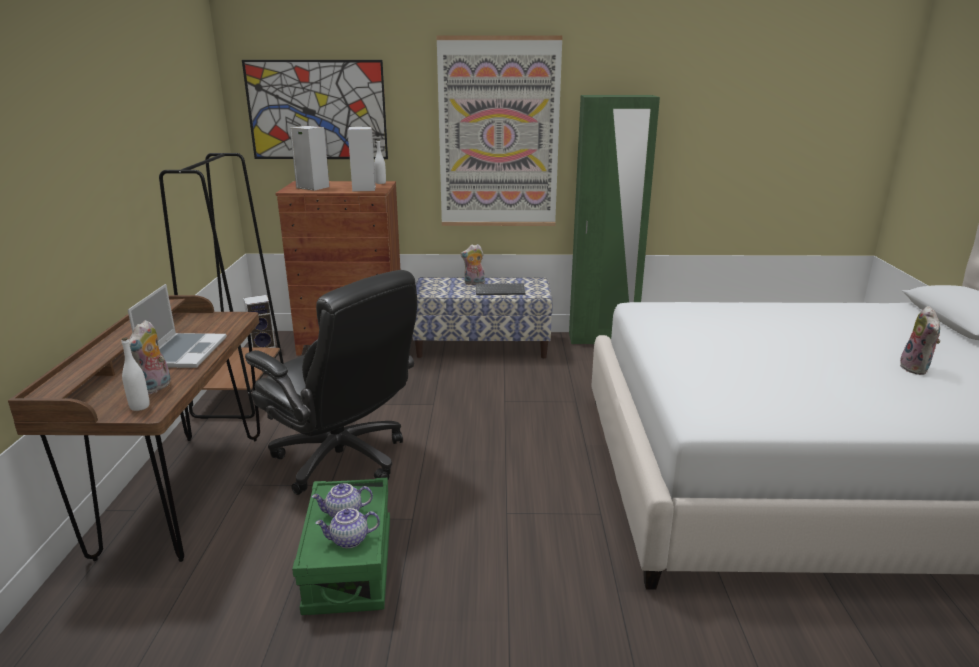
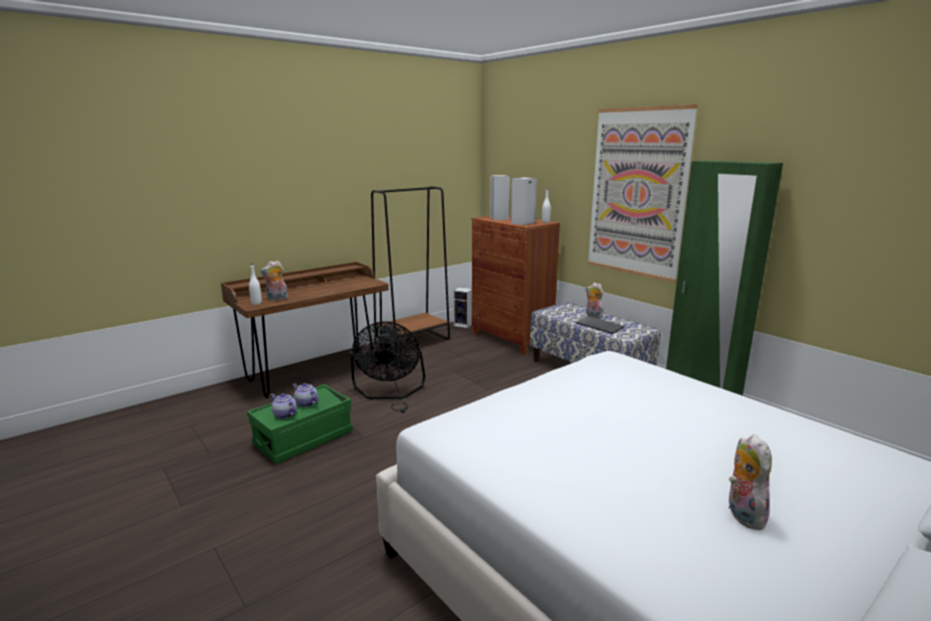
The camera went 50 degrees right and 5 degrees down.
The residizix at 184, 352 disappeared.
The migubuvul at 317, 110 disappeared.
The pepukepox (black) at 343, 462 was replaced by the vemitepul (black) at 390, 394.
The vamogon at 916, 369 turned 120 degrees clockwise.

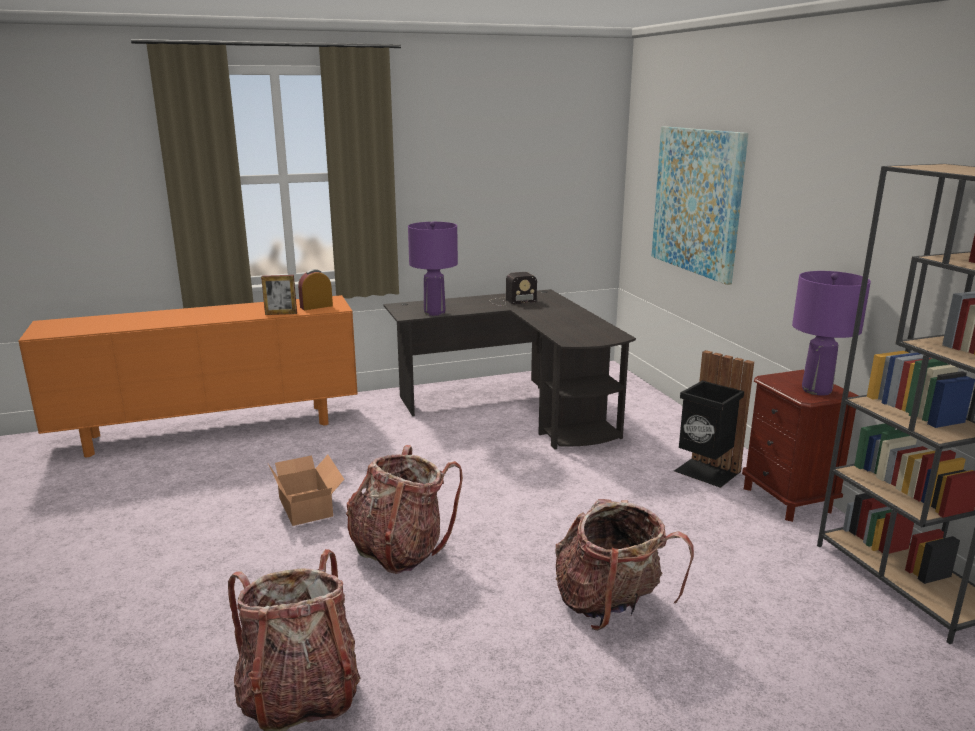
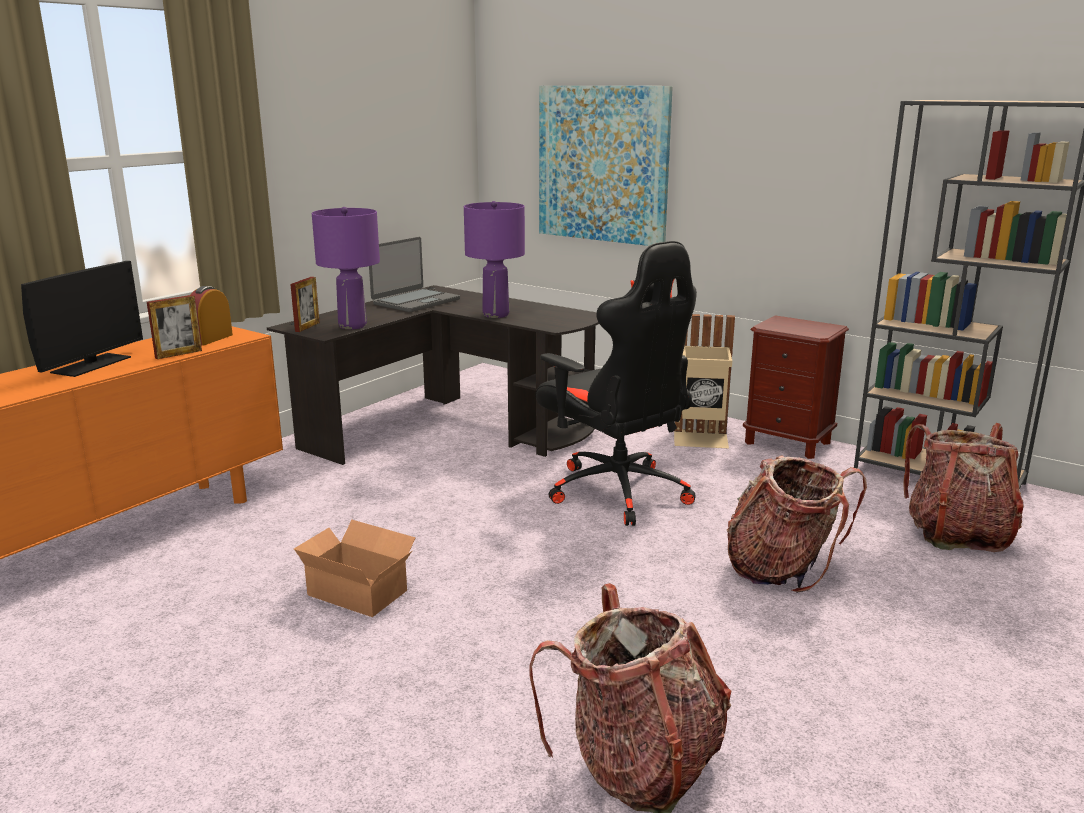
The camera went 35 degrees left and 0 degrees up.
The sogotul at 91, 365 appeared.
The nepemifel at 307, 327 appeared.
The pepukepox (black) at 611, 488 appeared.
The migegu moved from 400, 550 to 957, 534.
The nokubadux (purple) moved from 816, 390 to 495, 314.
The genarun at 511, 301 was replaced by the residizix at 415, 302.
The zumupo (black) at 706, 472 became the zumupo (beige) at 701, 439.

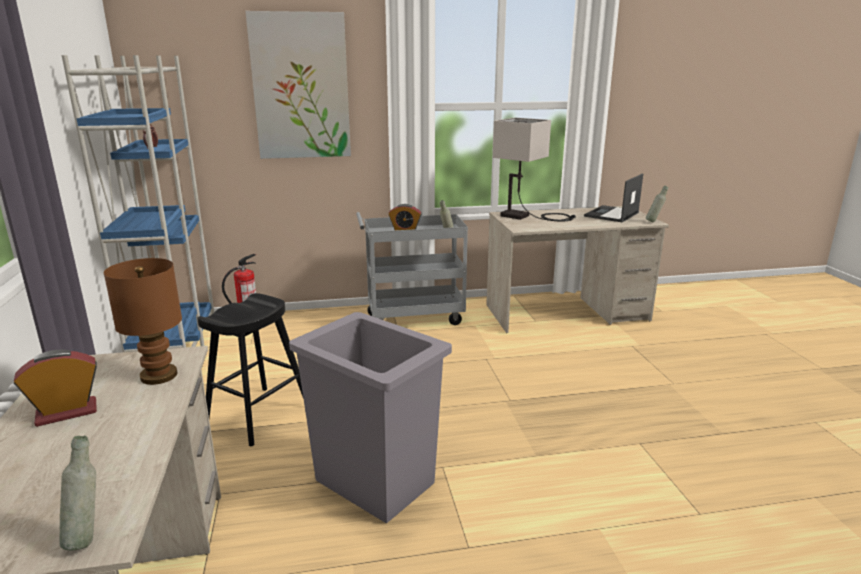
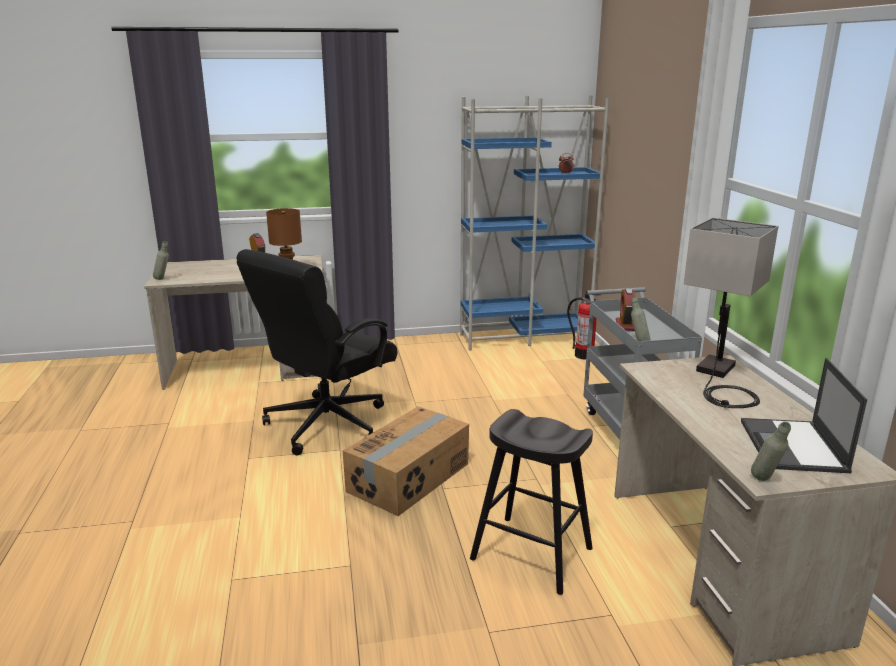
The camera went 90 degrees right and 0 degrees up.
The migubuvul at 301, 87 disappeared.
The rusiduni at 409, 477 appeared.
The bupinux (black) moved from 259, 415 to 532, 554.
The zumupo (grey) at 375, 483 was replaced by the pepukepox (black) at 328, 423.
The residizix at 611, 214 turned 120 degrees counterclockwise.

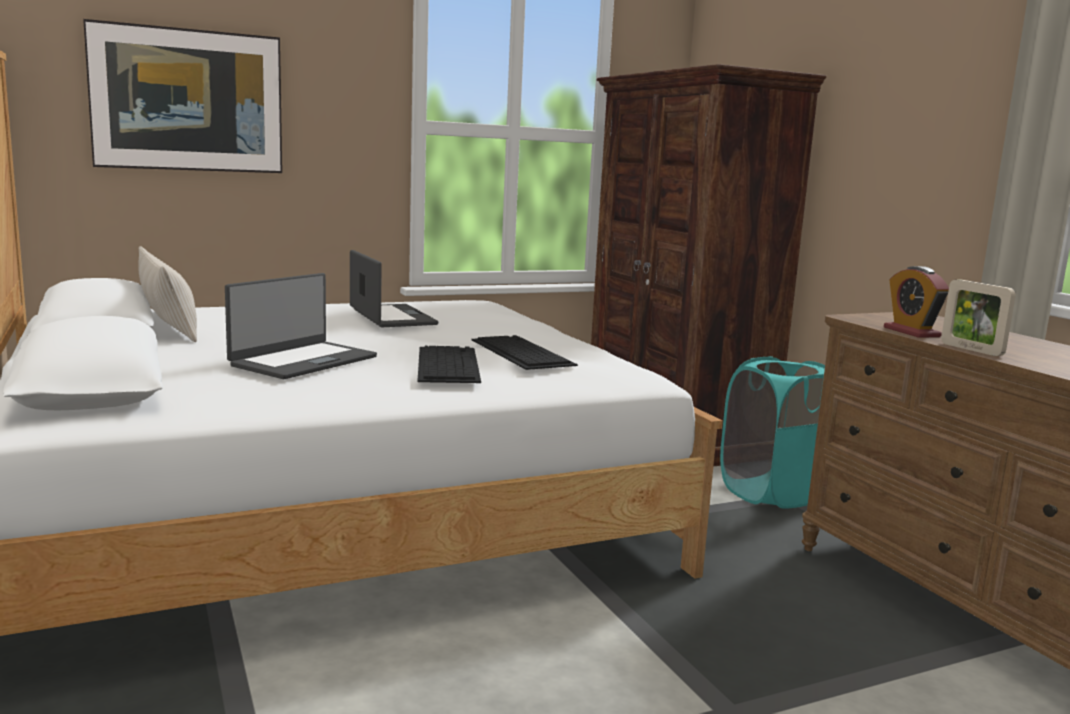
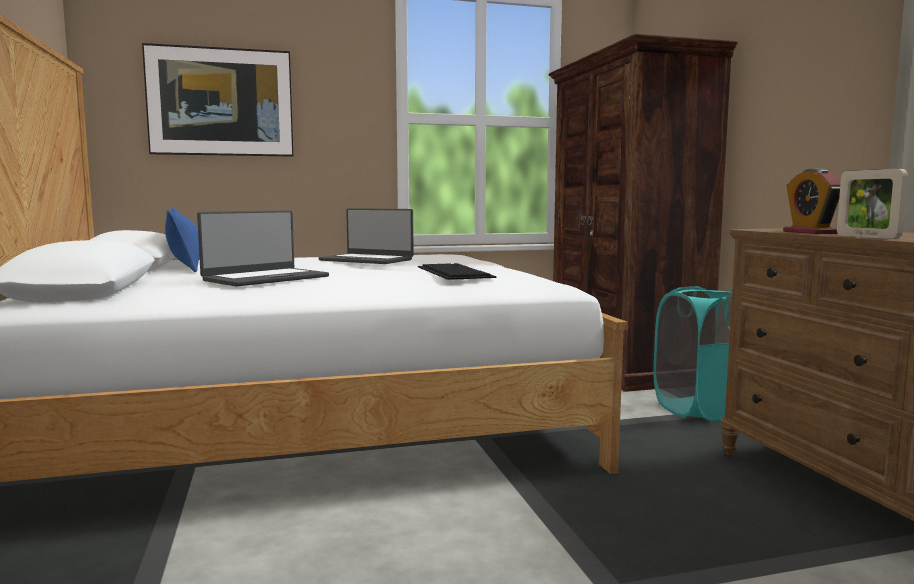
The camera went 10 degrees right and 5 degrees down.
The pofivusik at 447, 364 disappeared.
The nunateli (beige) at 168, 327 became the nunateli (blue) at 185, 266.
The residizix at 391, 317 turned 135 degrees clockwise.

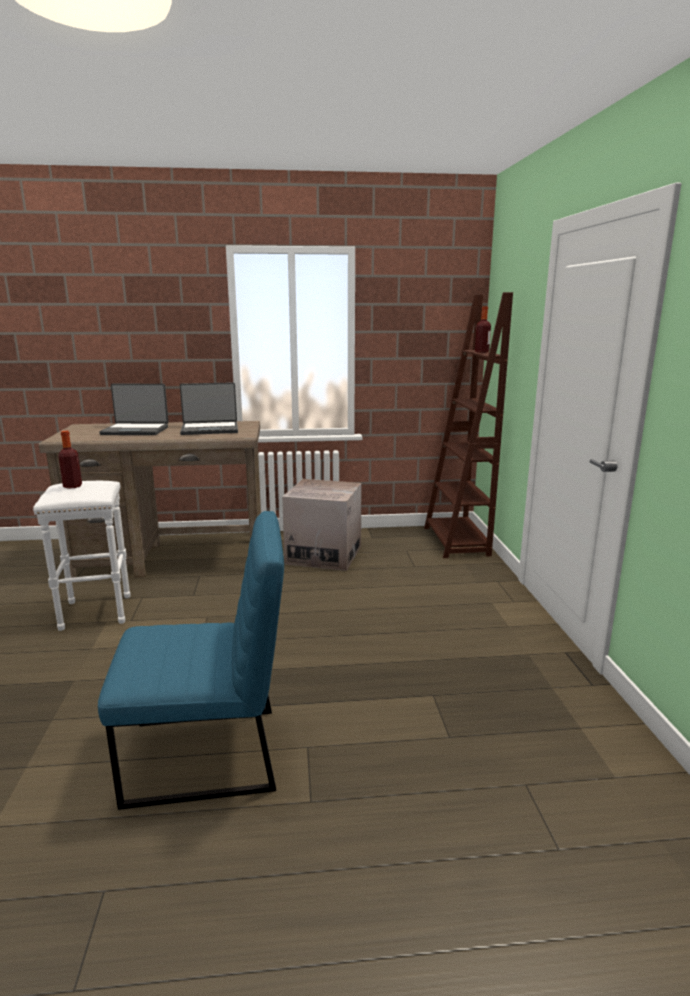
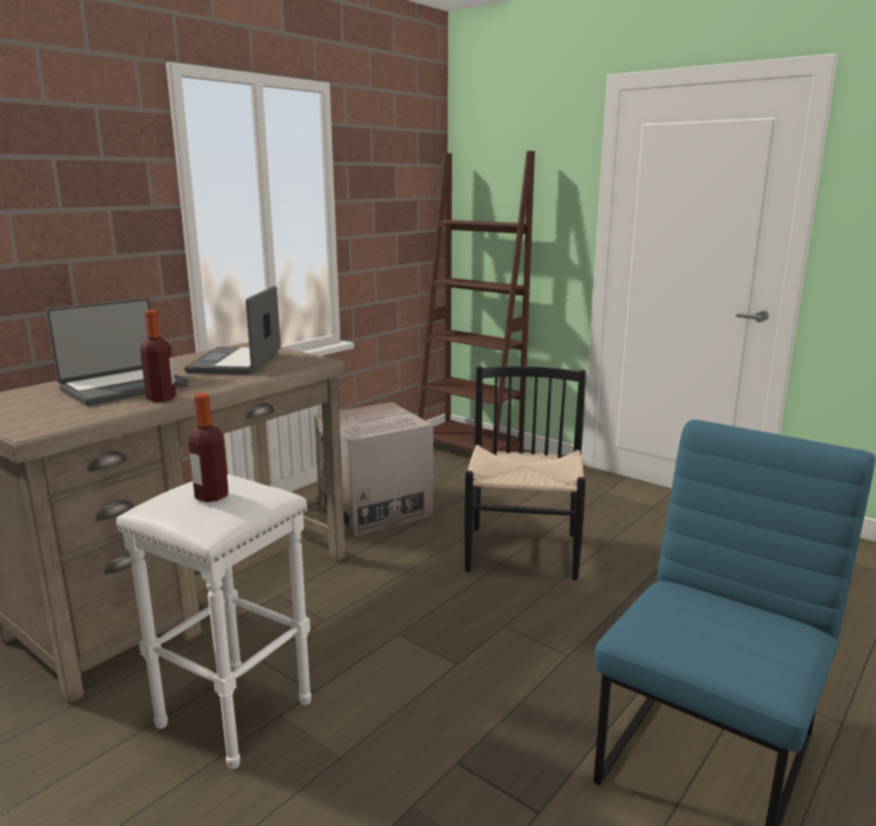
The camera went 45 degrees left and 0 degrees up.
The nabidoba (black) at 523, 550 appeared.
The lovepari moved from 481, 352 to 161, 398.
The residizix at 210, 429 turned 150 degrees clockwise.

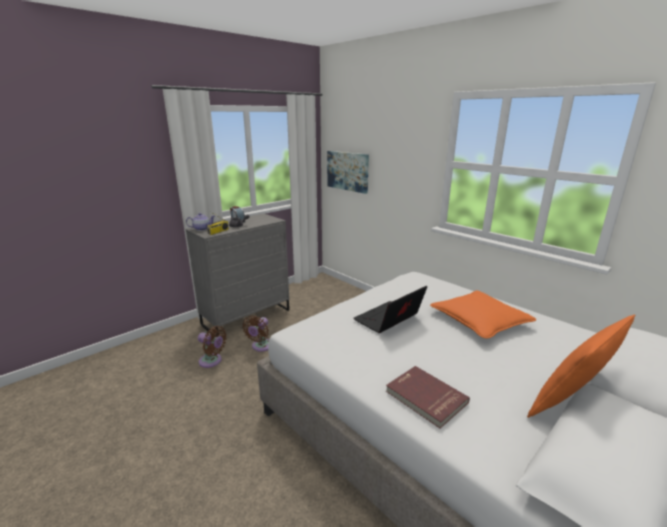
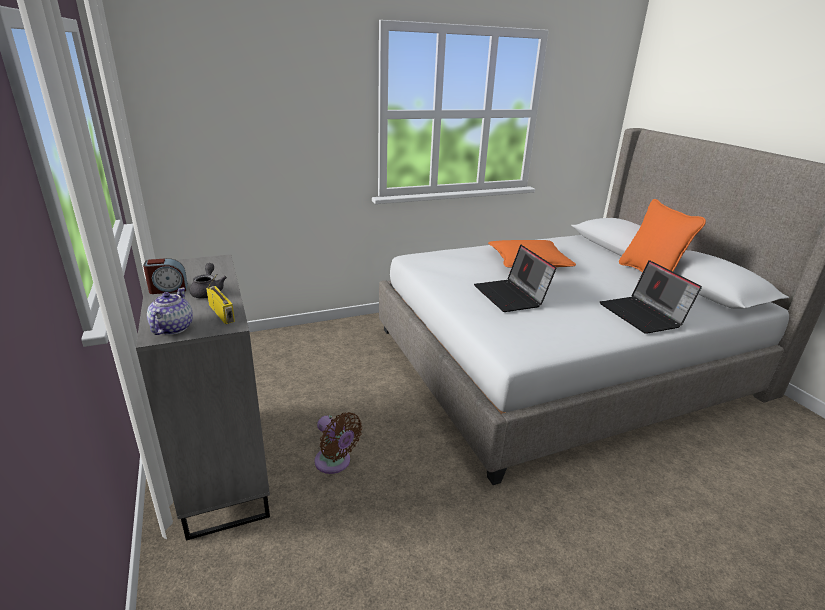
The camera went 70 degrees left and 5 degrees up.
The vemitepul (brown) at 212, 361 disappeared.
The migubuvul at 347, 171 disappeared.
The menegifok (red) at 425, 397 was replaced by the residizix at 643, 315.

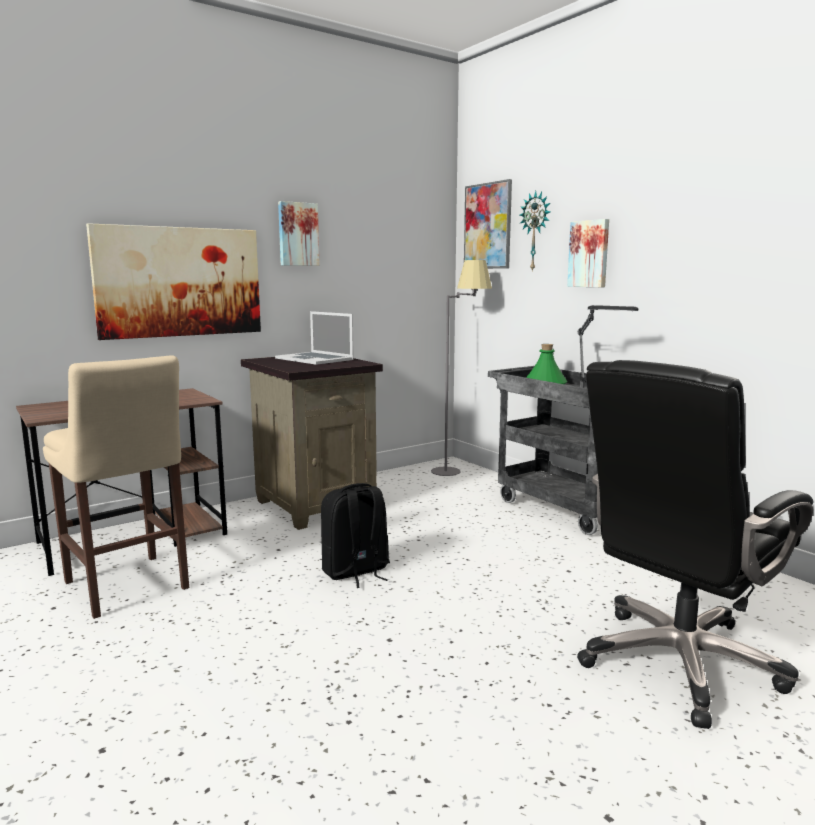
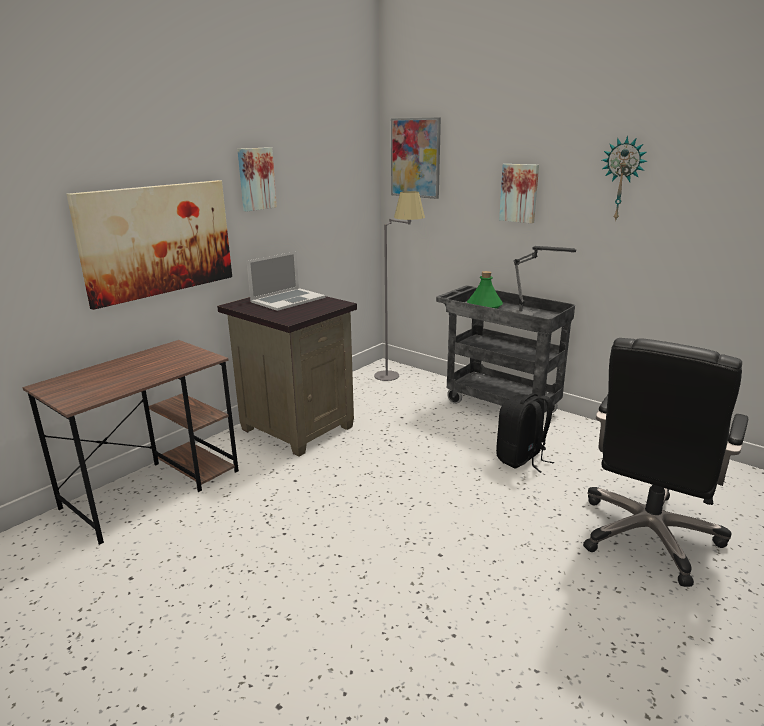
The camera went 15 degrees left and 10 degrees up.
The bupinux (beige) at 128, 587 disappeared.
The migegu (black) moved from 355, 572 to 521, 459.
The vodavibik moved from 536, 231 to 622, 179.
The residizix at 314, 359 turned 75 degrees counterclockwise.

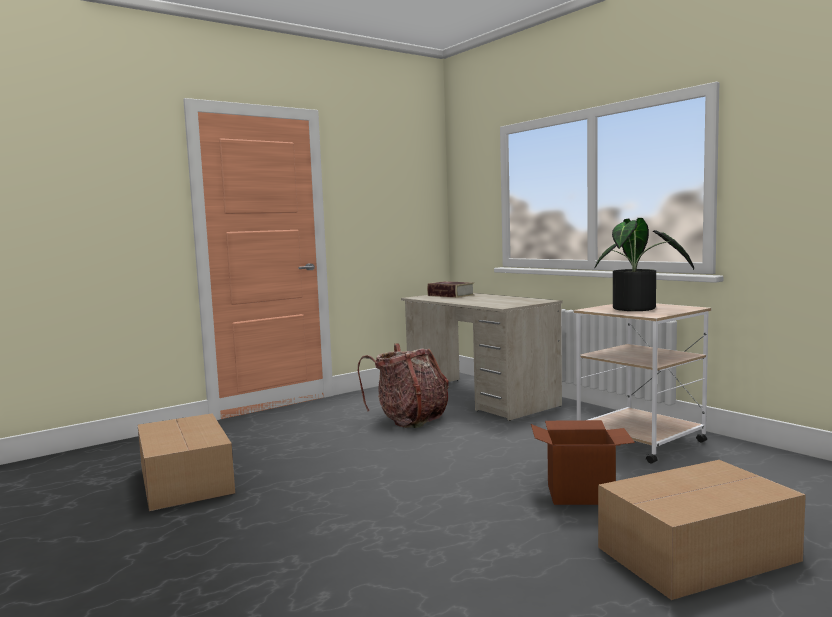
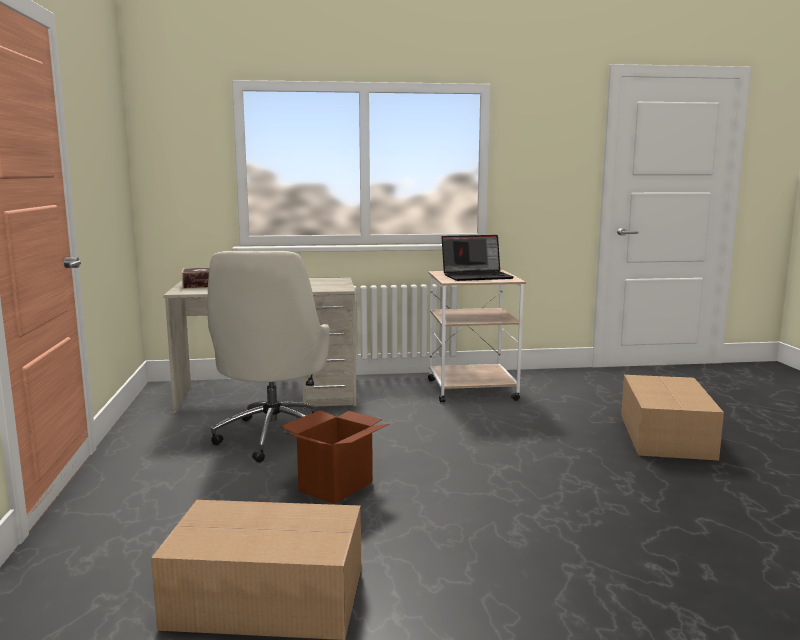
The camera went 60 degrees left and 5 degrees up.
The rusiduni moved from 580, 494 to 336, 486.
The migegu at 409, 419 was replaced by the pepukepox (beige) at 273, 437.
The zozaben at 638, 309 was replaced by the residizix at 477, 276.

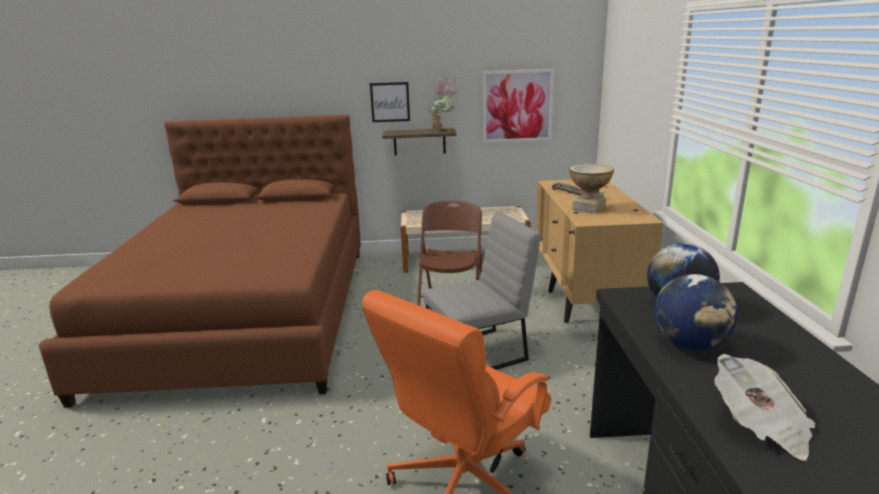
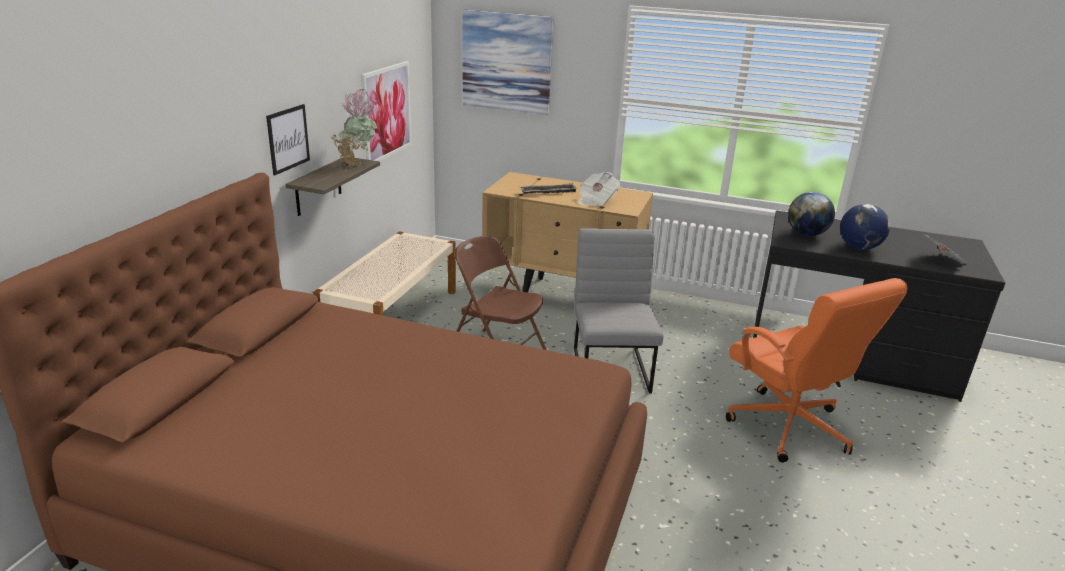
The camera went 70 degrees left and 5 degrees up.
The migubuvul at 506, 62 appeared.
The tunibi at 588, 208 was replaced by the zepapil at 596, 200.

